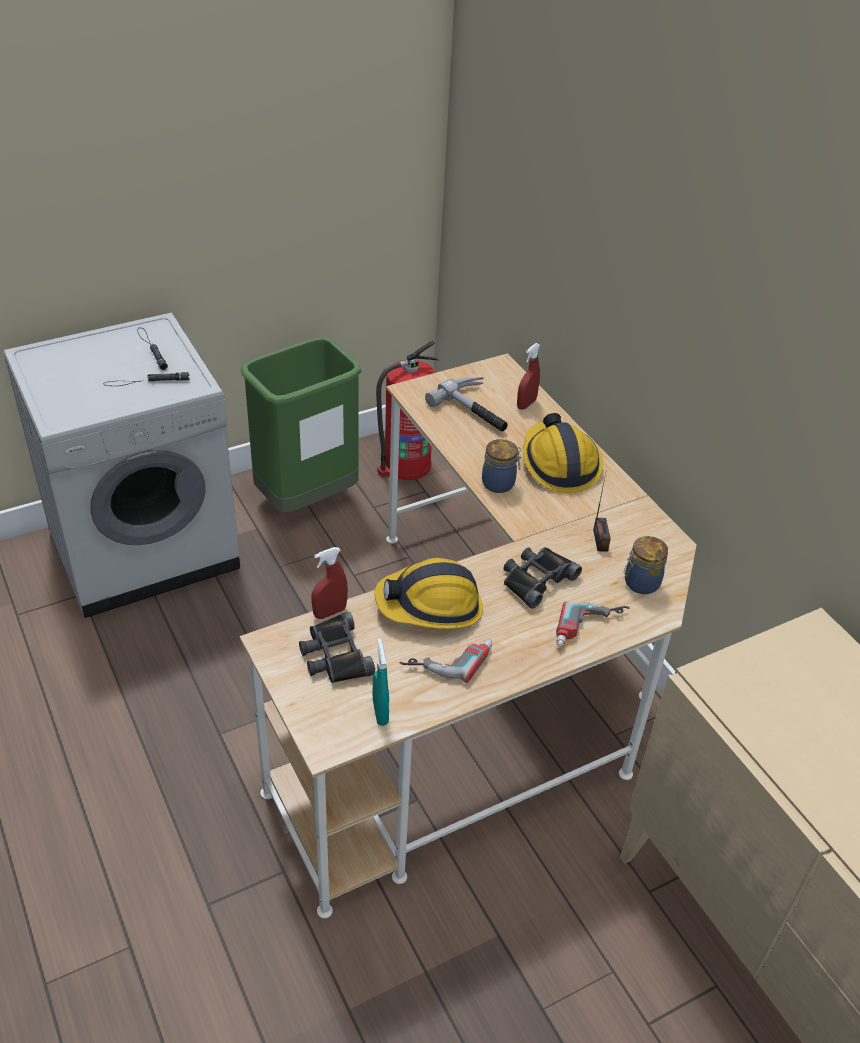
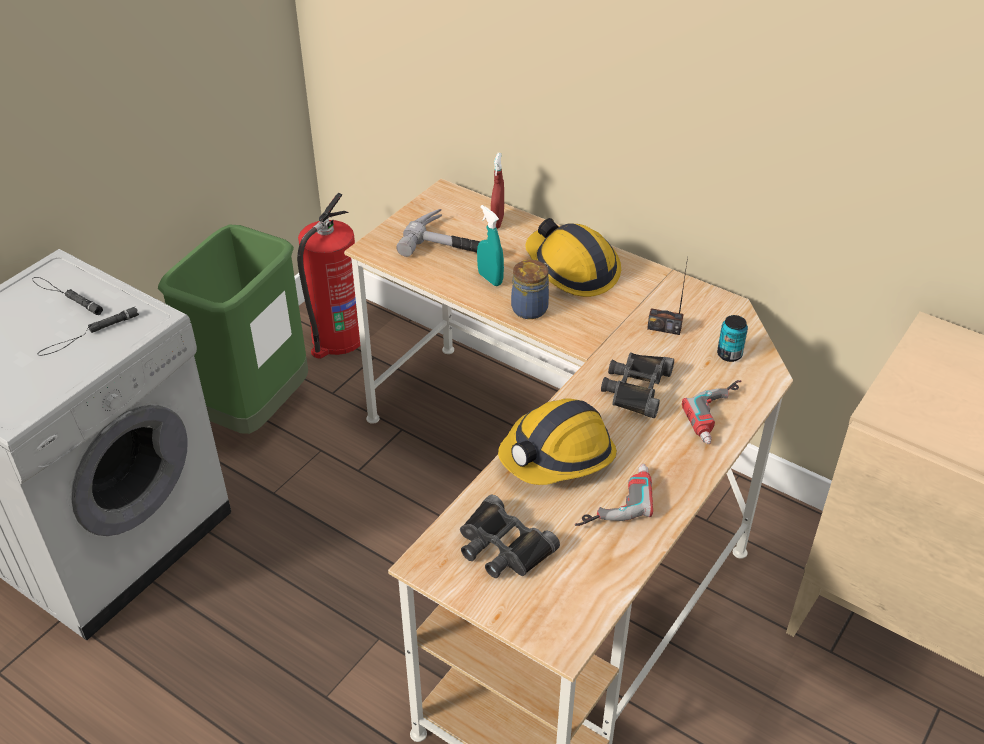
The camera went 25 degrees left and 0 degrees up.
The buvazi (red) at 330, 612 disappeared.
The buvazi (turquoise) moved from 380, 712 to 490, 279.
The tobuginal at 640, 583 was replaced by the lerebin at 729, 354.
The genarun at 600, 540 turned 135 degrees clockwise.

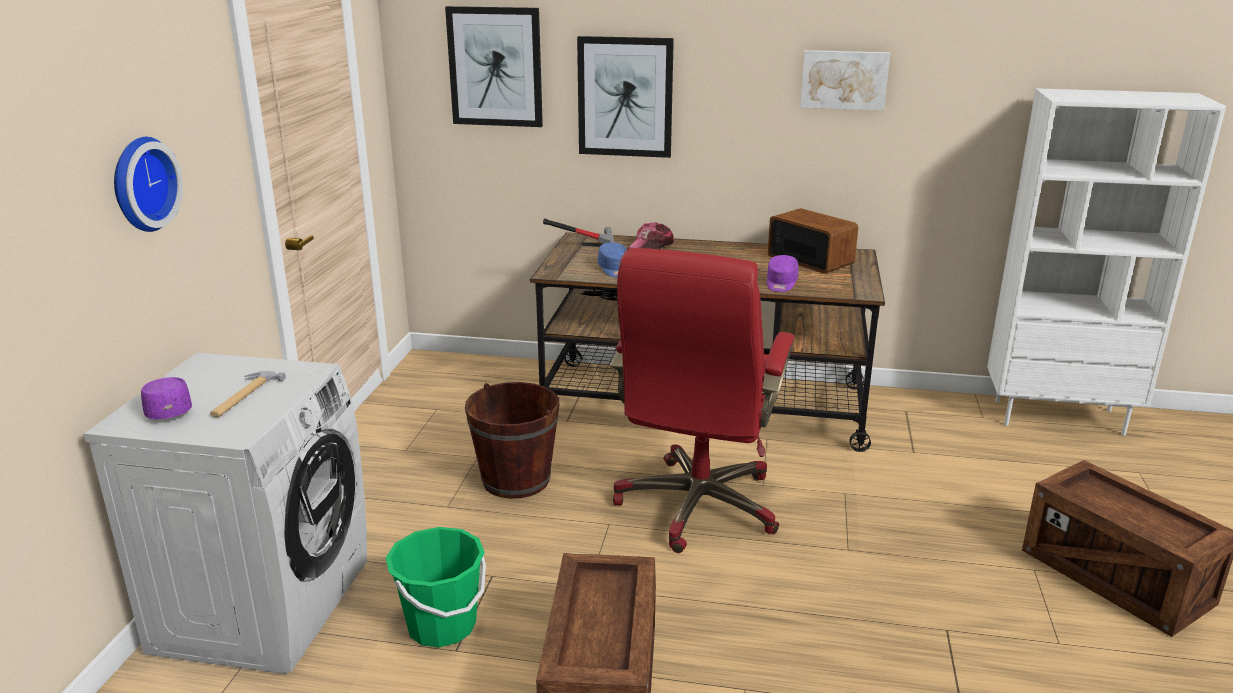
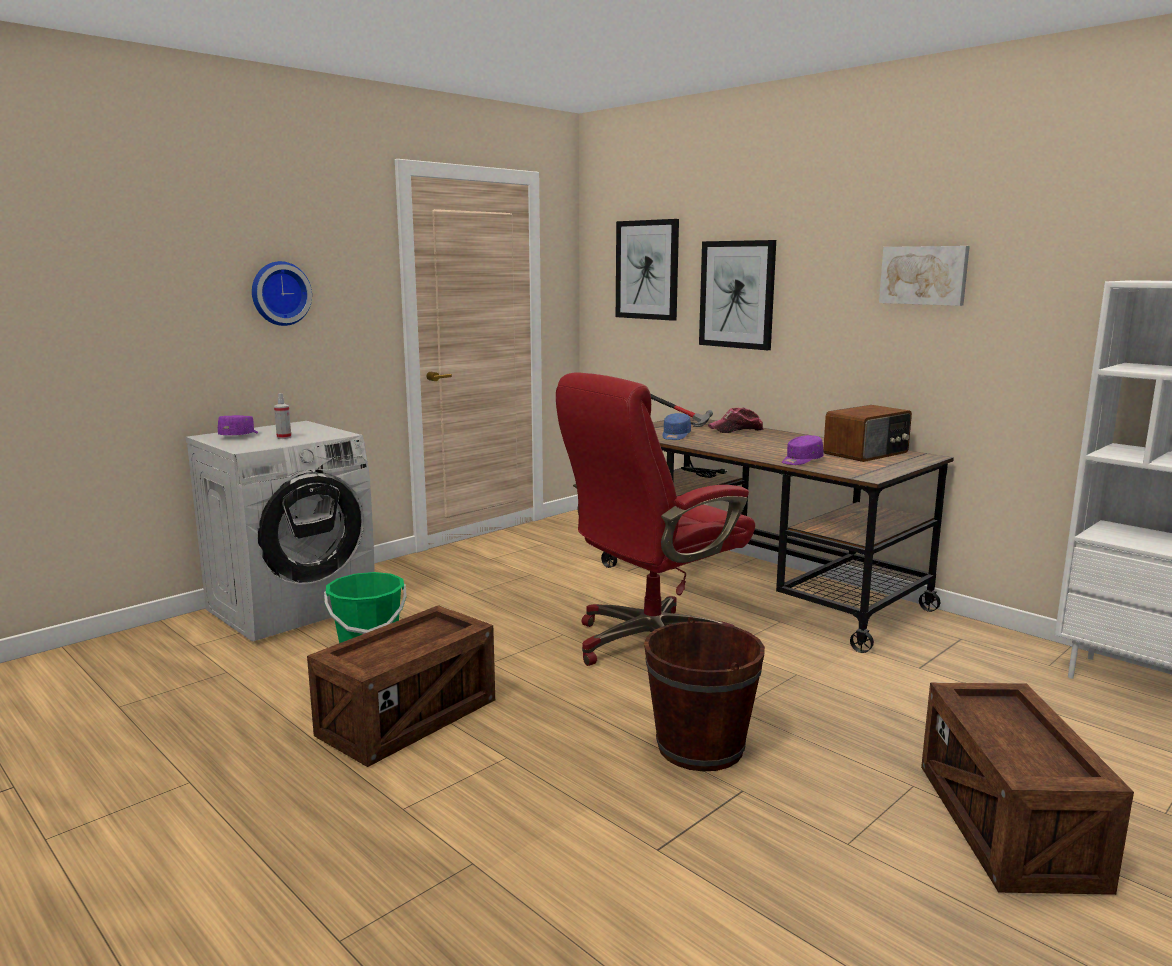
The camera went 35 degrees right and 10 degrees down.
The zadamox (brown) moved from 516, 480 to 700, 747.
The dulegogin at 243, 396 was replaced by the buvazi at 284, 437.
The genarun at 810, 259 turned 60 degrees clockwise.

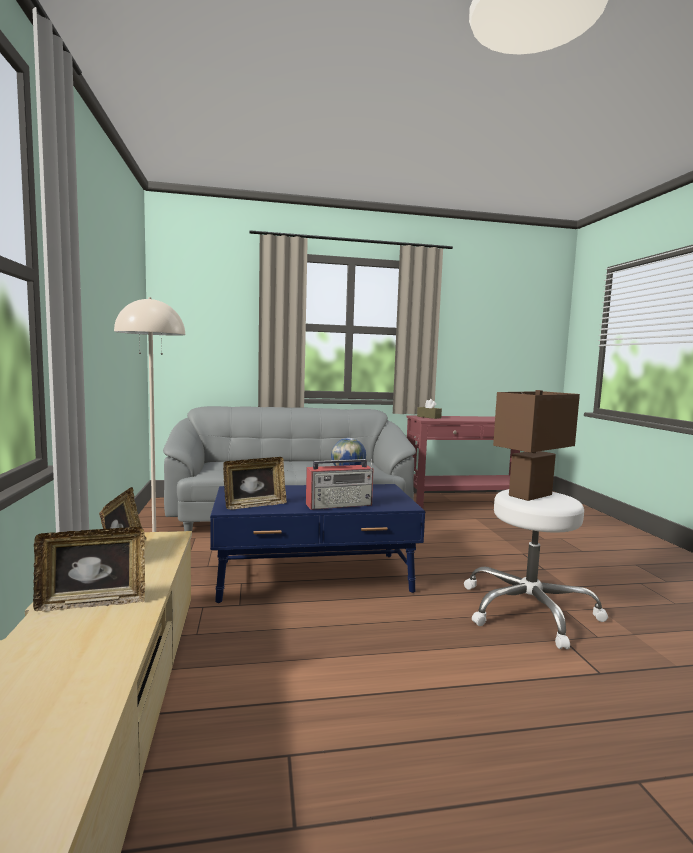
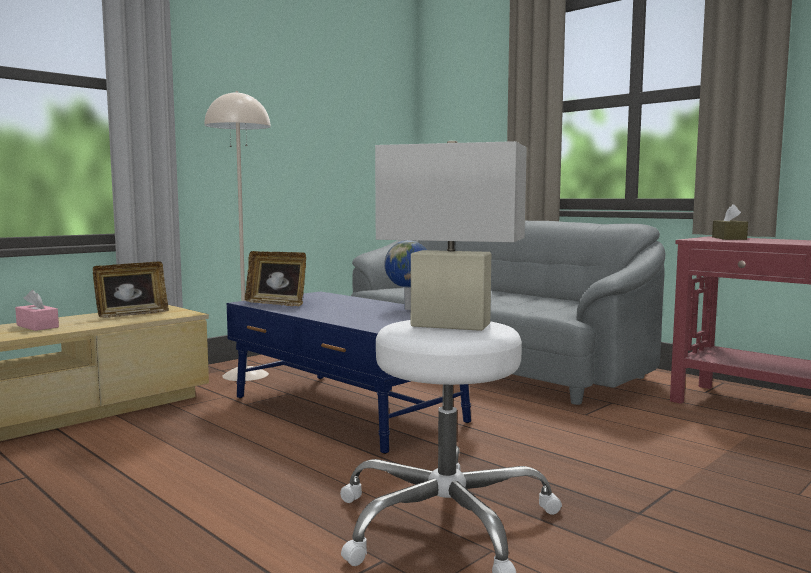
The camera went 55 degrees right and 0 degrees up.
The genarun at 340, 504 disappeared.
The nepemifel at 92, 603 was replaced by the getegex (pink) at 37, 326.
The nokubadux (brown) at 530, 495 became the nokubadux (white) at 450, 325.

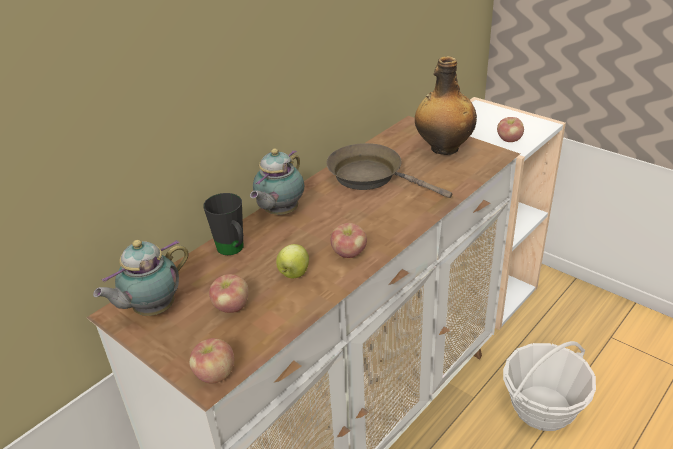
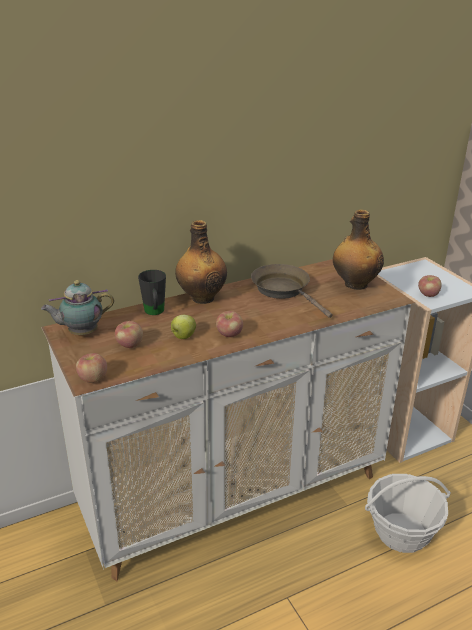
The camera went 20 degrees right and 5 degrees down.
The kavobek at 279, 213 was replaced by the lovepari at 202, 297.

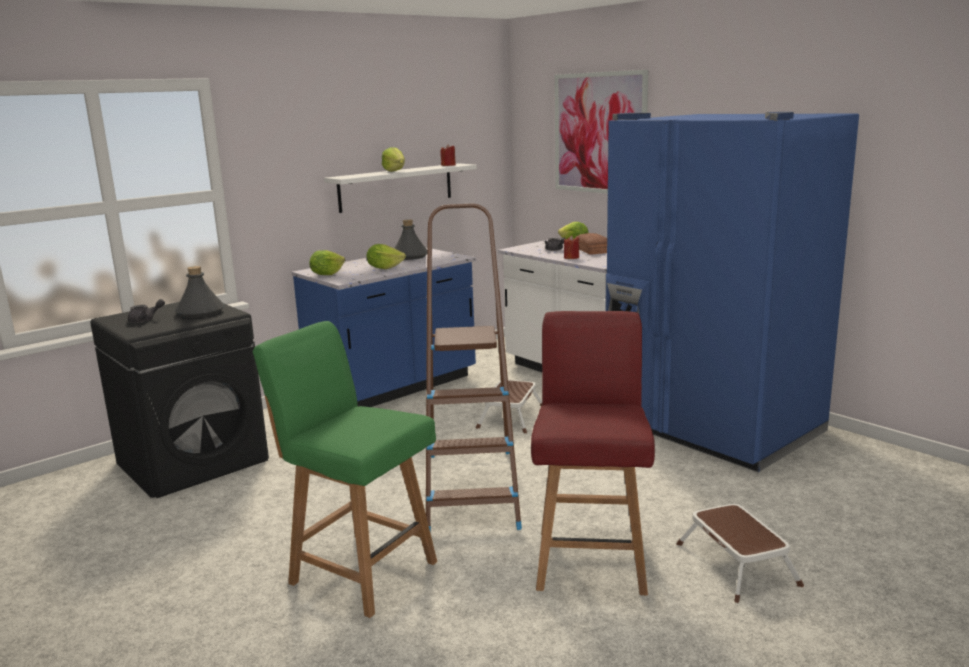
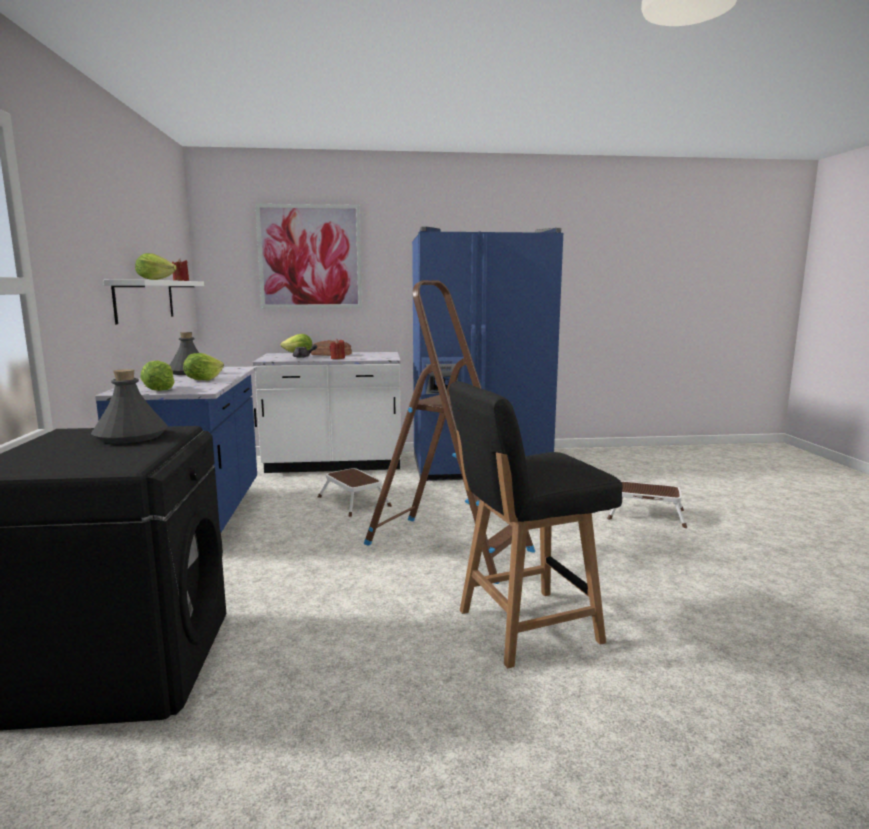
The camera went 55 degrees left and 5 degrees down.
The kavobek (grey) at 145, 320 disappeared.
The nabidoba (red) at 591, 559 disappeared.
The nabidoba (green) at 361, 571 became the nabidoba (black) at 525, 627.

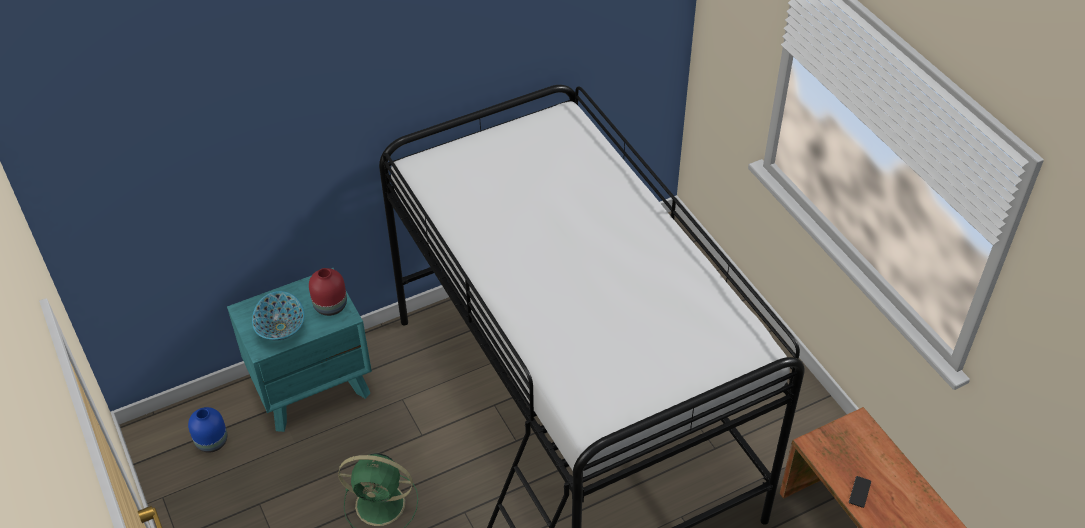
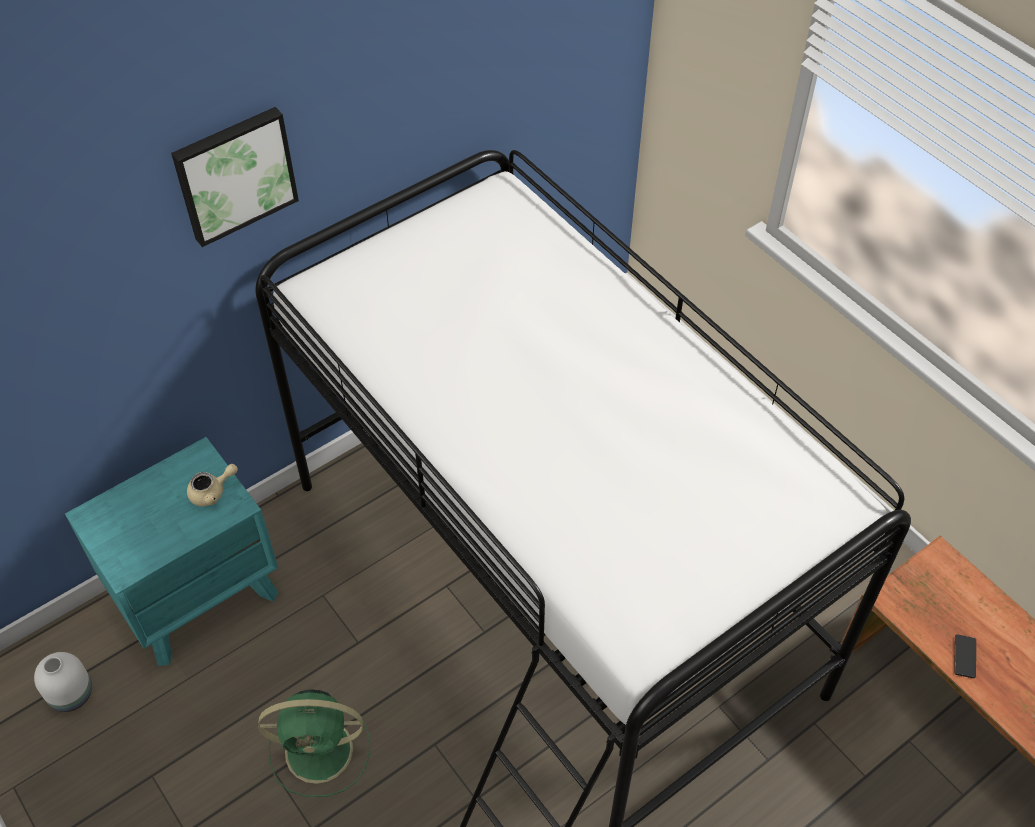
The camera went 10 degrees left and 5 degrees up.
The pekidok at 280, 328 disappeared.
The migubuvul at 234, 174 appeared.
The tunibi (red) at 331, 305 was replaced by the kavobek (beige) at 212, 492.
The tunibi (blue) at 211, 441 became the tunibi (white) at 71, 693.

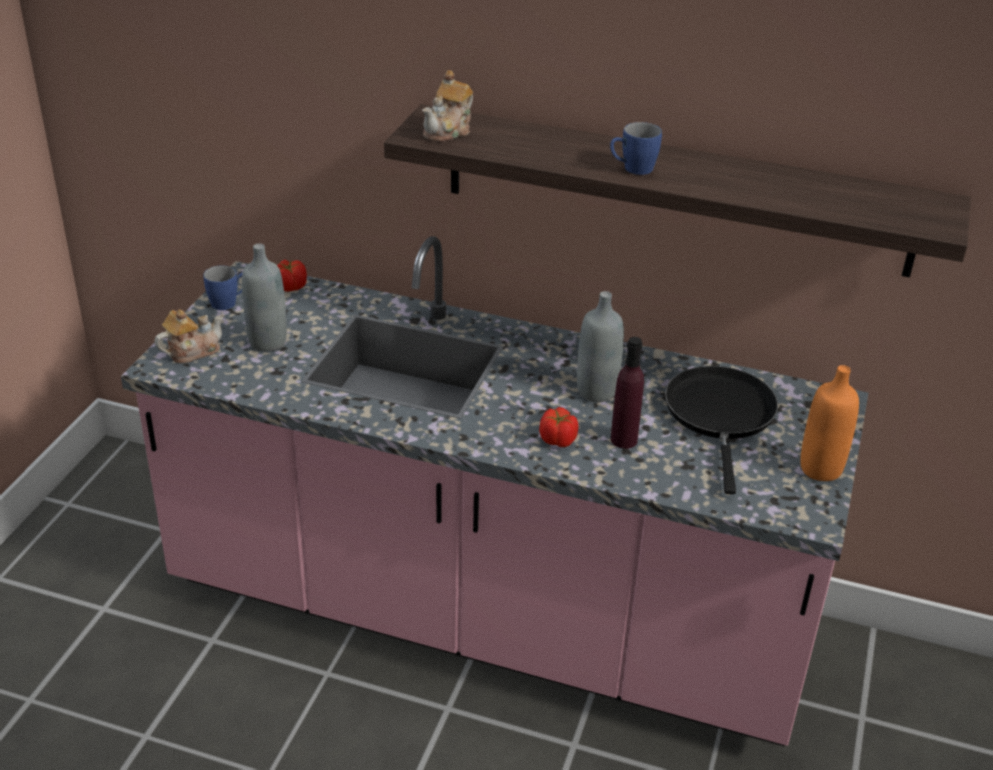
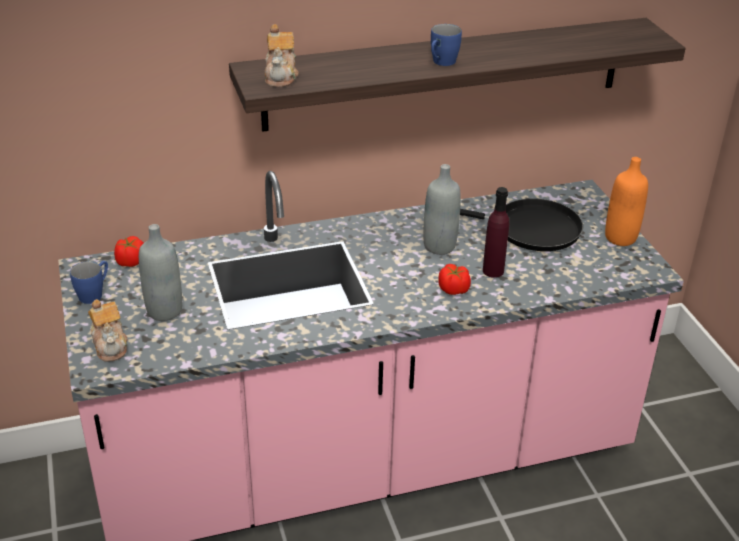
The camera went 35 degrees left and 0 degrees up.
The kavobek at 192, 351 turned 135 degrees clockwise.
The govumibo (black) at 720, 415 turned 135 degrees clockwise.

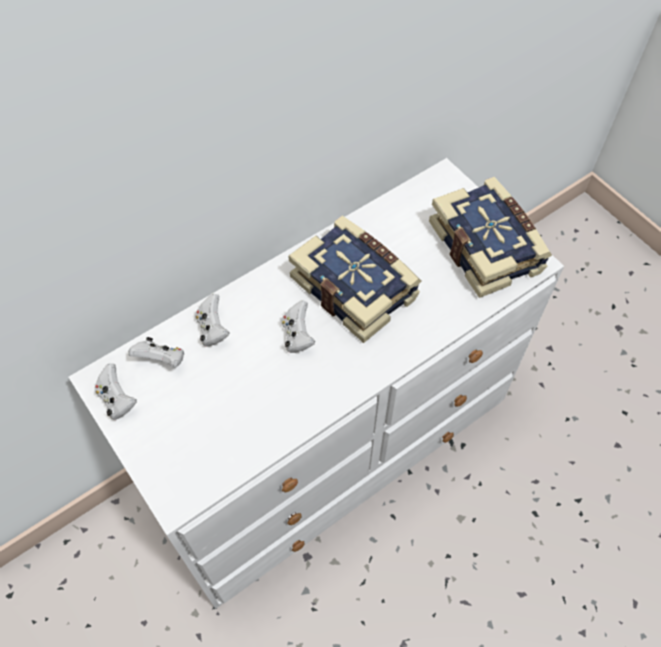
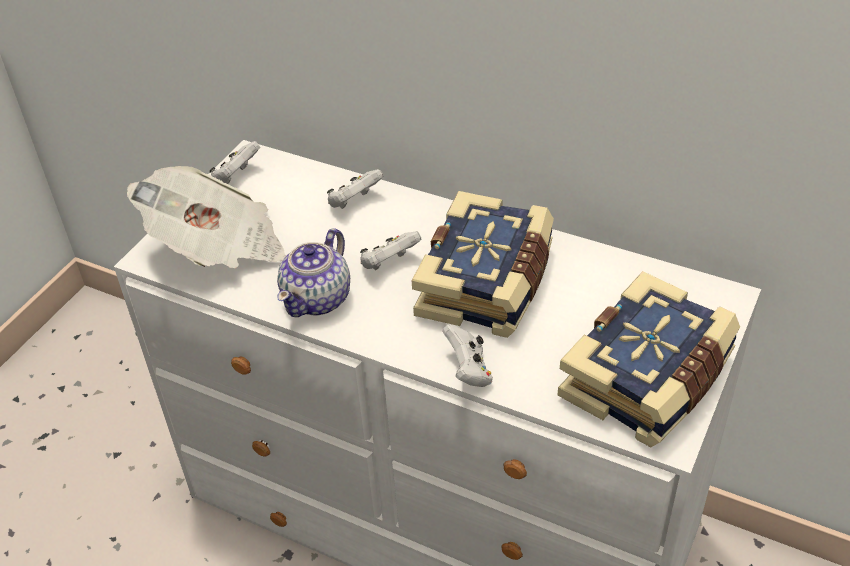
The camera went 65 degrees right and 15 degrees down.
The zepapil at 218, 247 appeared.
The kavobek at 318, 298 appeared.
The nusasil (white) moved from 161, 360 to 468, 371.

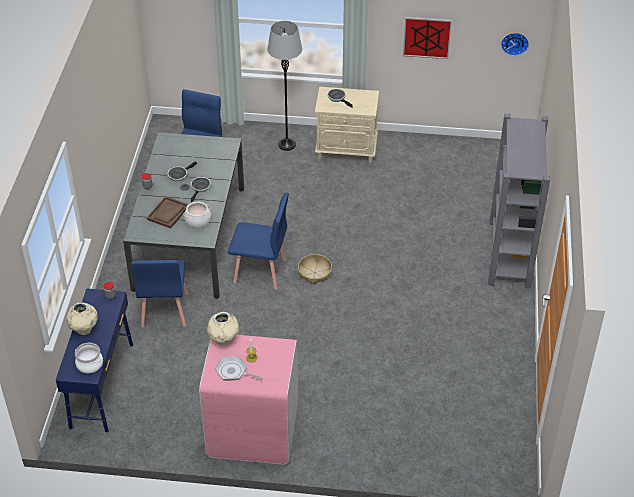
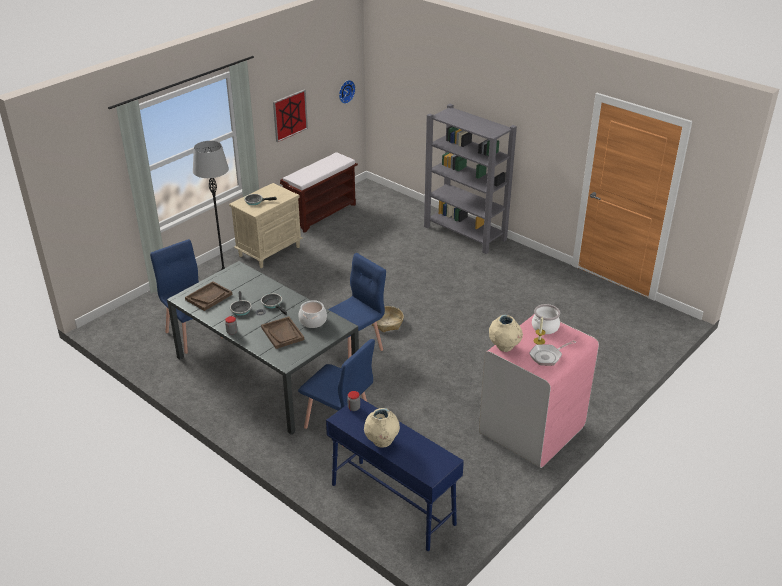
The camera went 55 degrees left and 10 degrees down.
The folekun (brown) at 209, 297 appeared.
The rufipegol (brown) at 321, 213 appeared.
The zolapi moved from 89, 364 to 545, 327.

